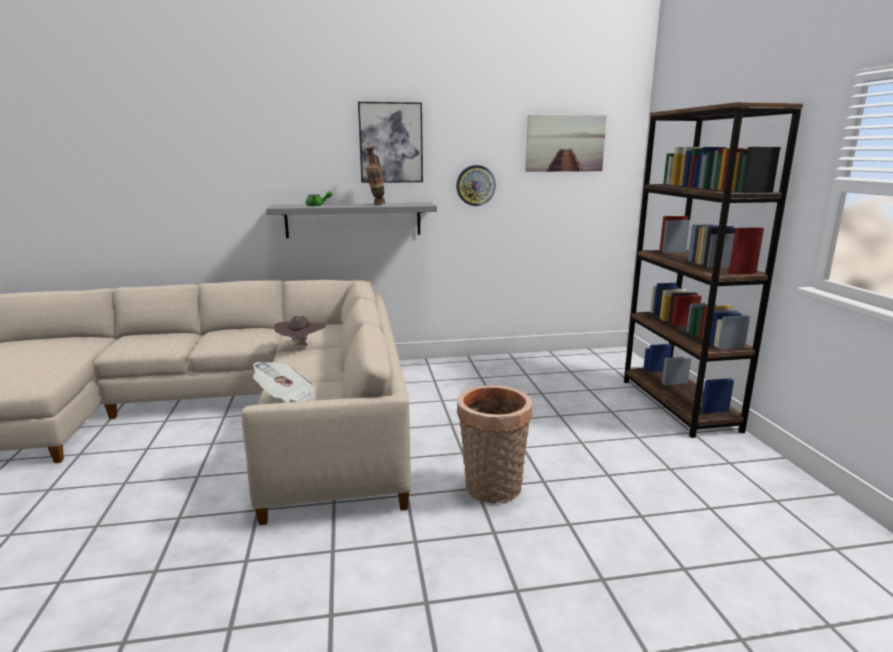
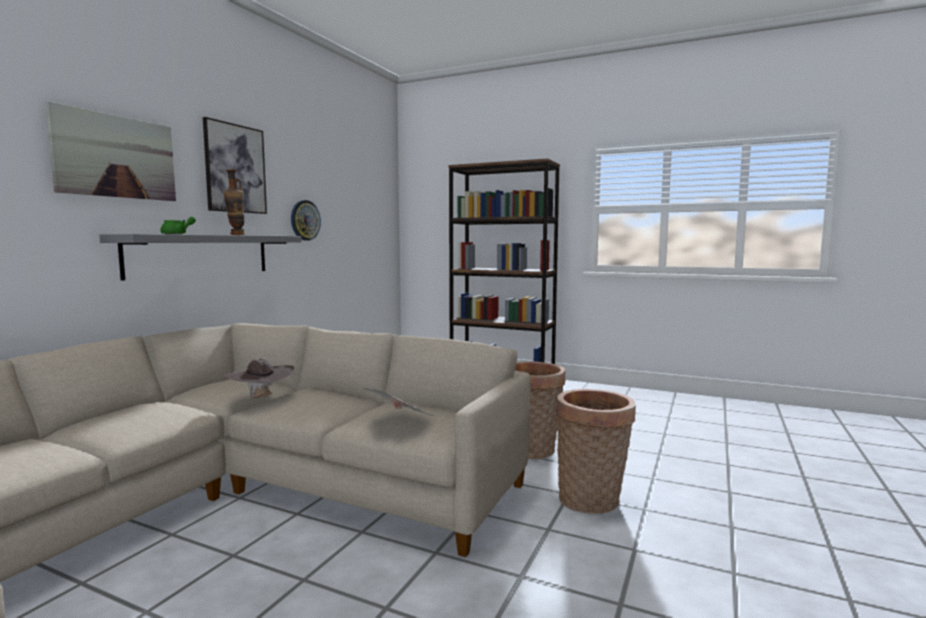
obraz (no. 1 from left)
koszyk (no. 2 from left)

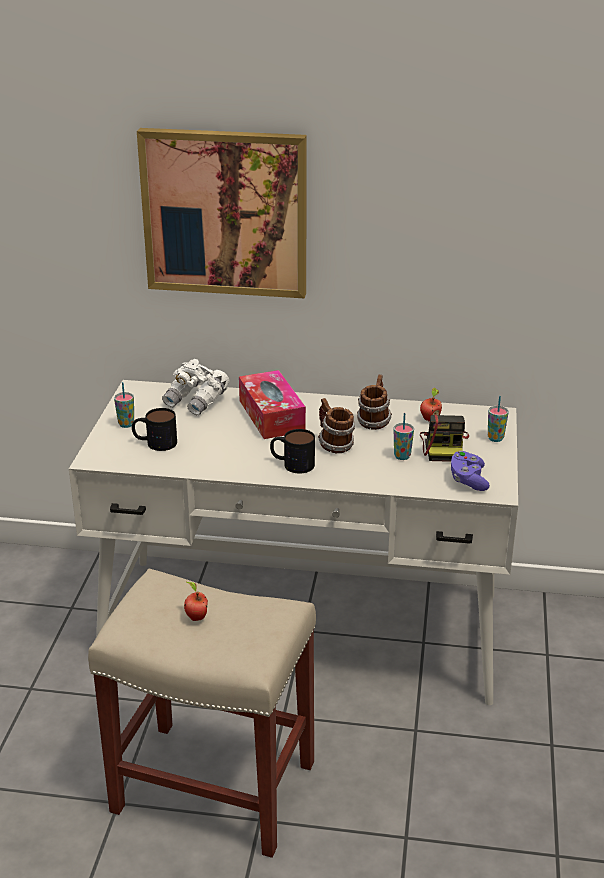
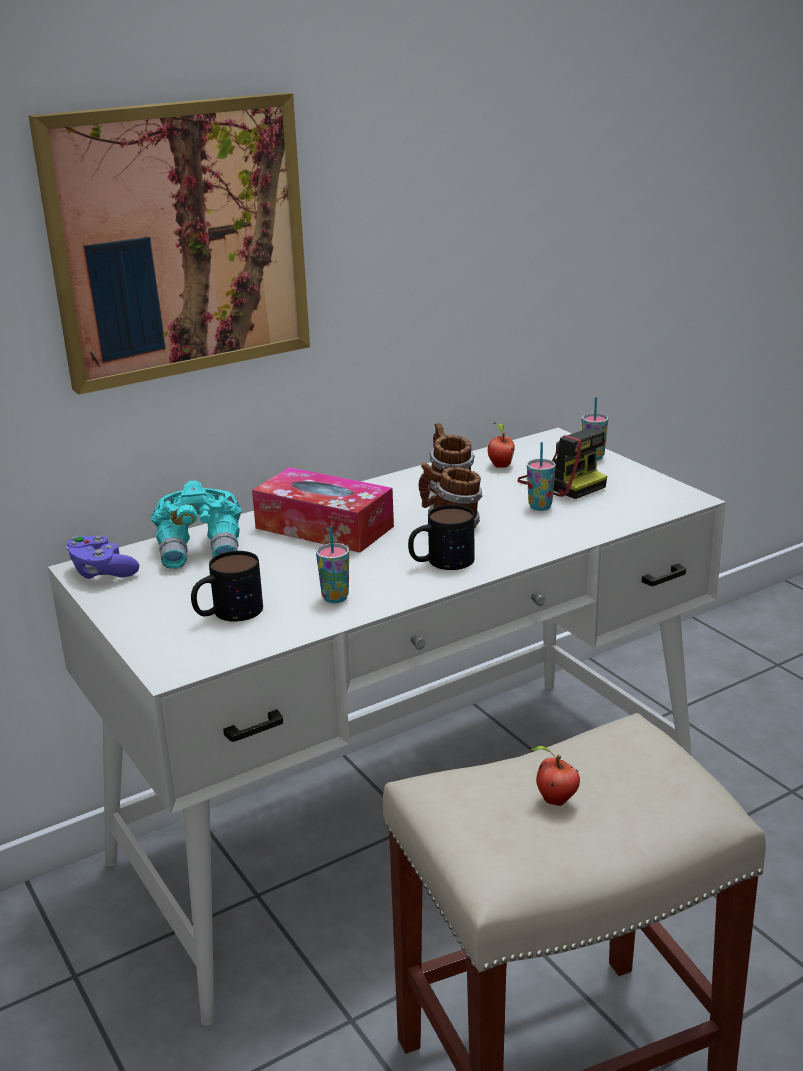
pad do gier/fioletowy
lornetka/turkusowy
filiżanka (no. 1 from left)

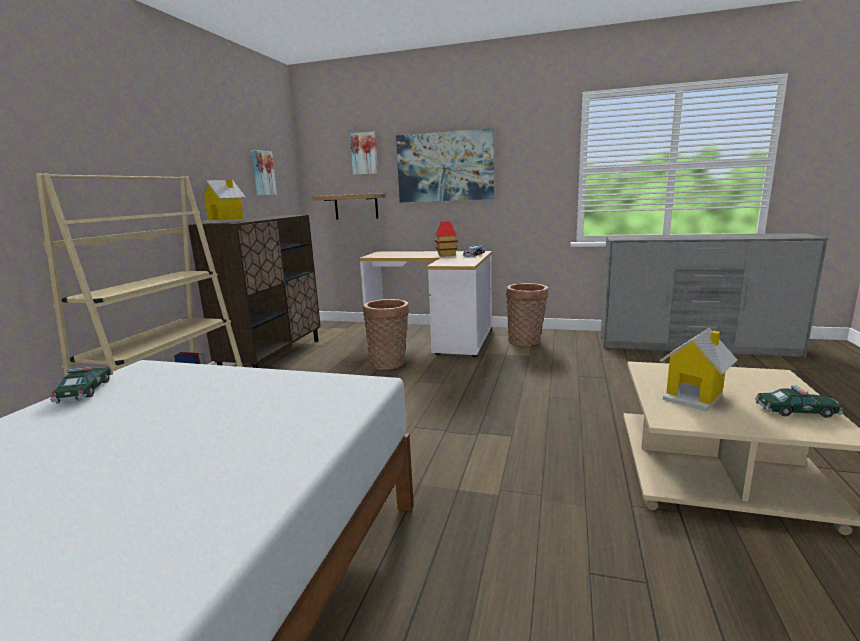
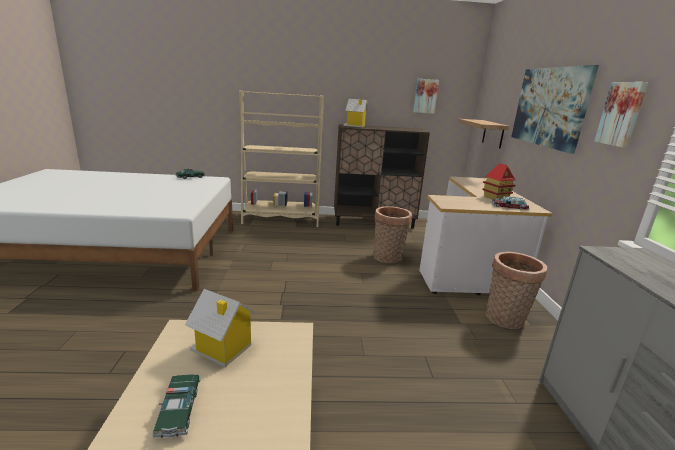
obraz (no. 3 from left)

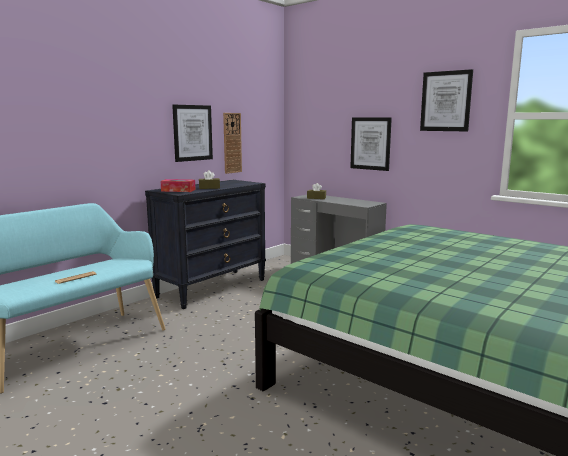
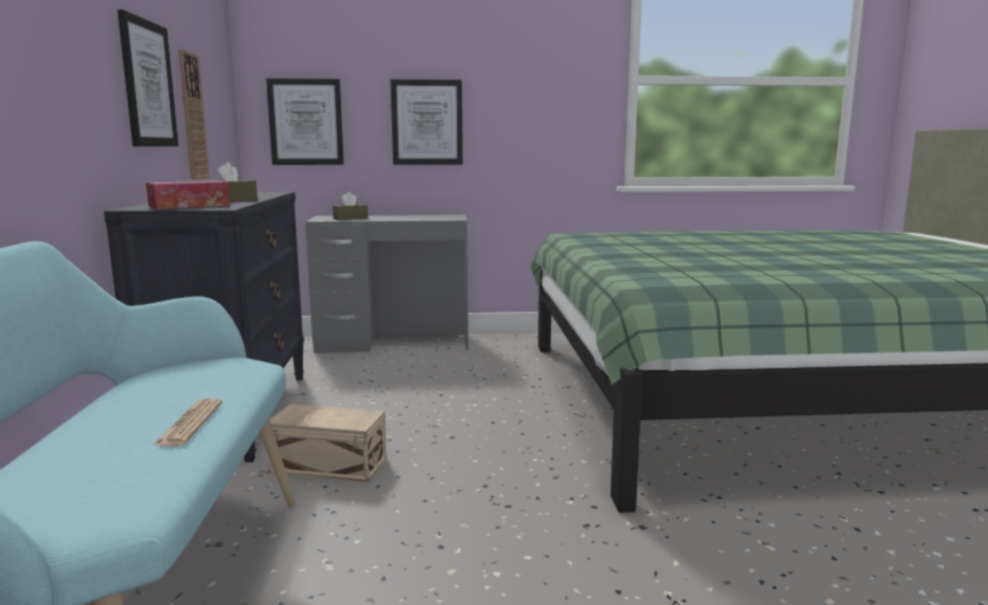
obraz (no. 2 from left)
pojemnik do przechowywania/beżowy

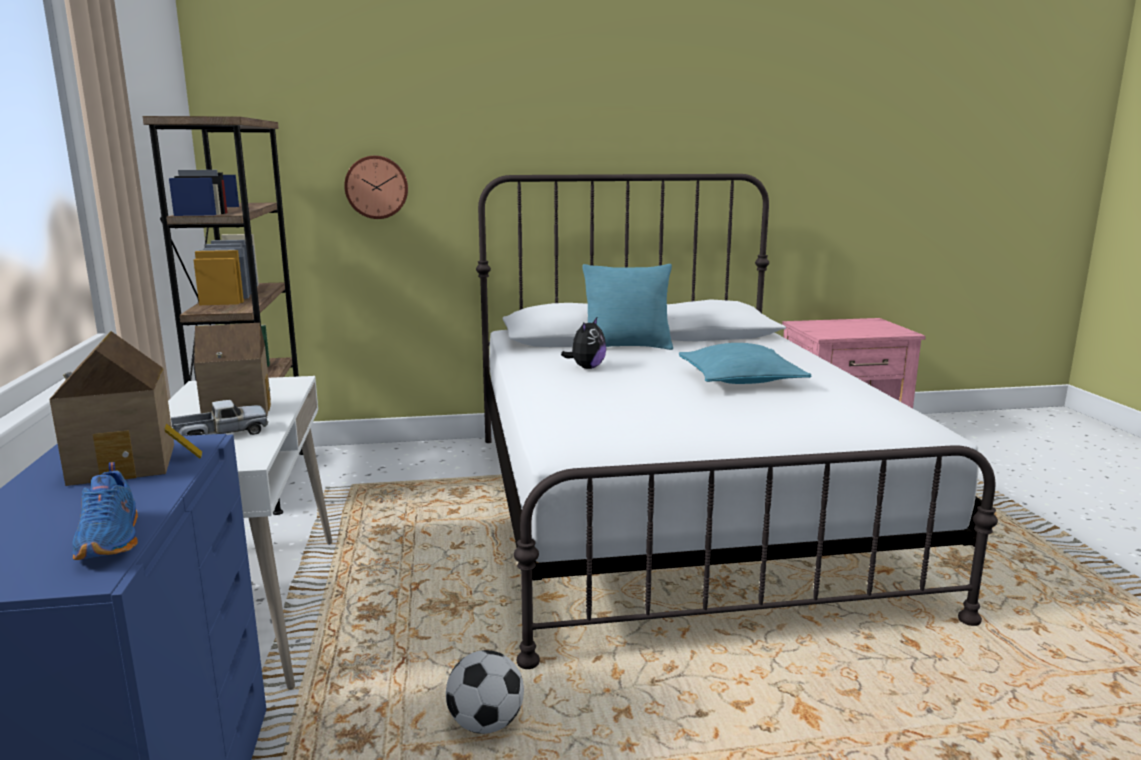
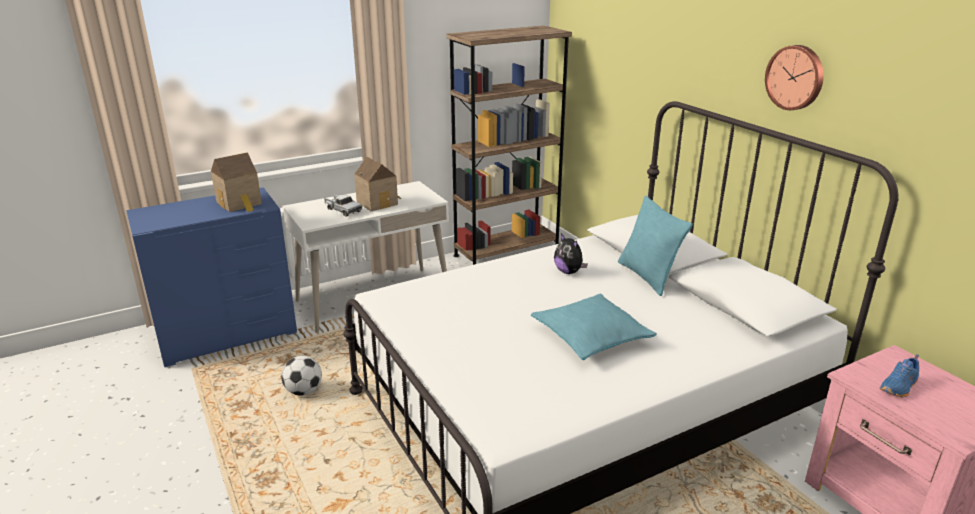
pluszak
zegar ścienny
but/niebieski

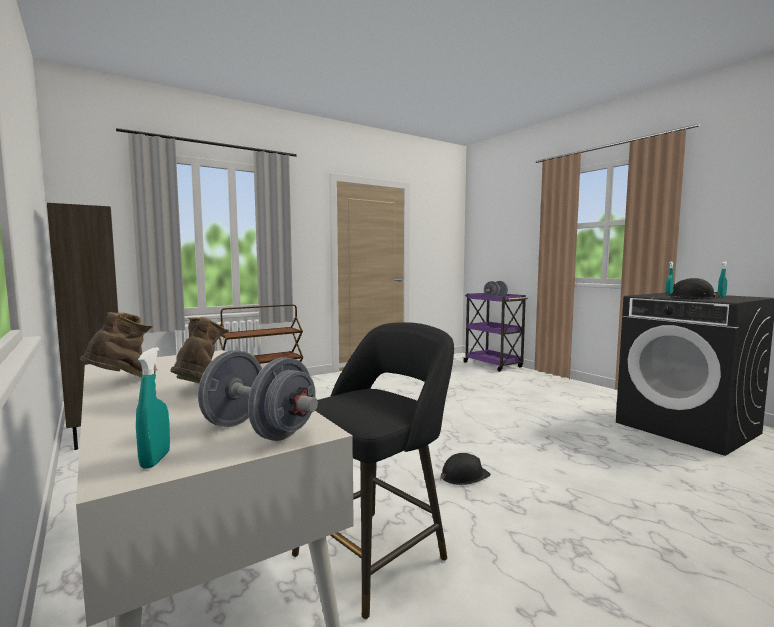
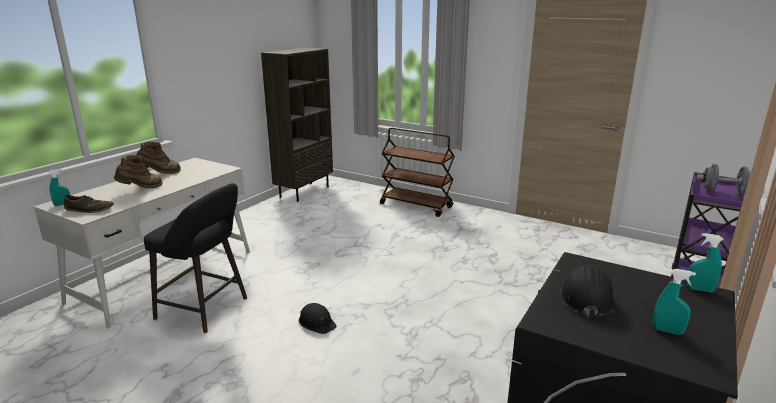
but/brązowy

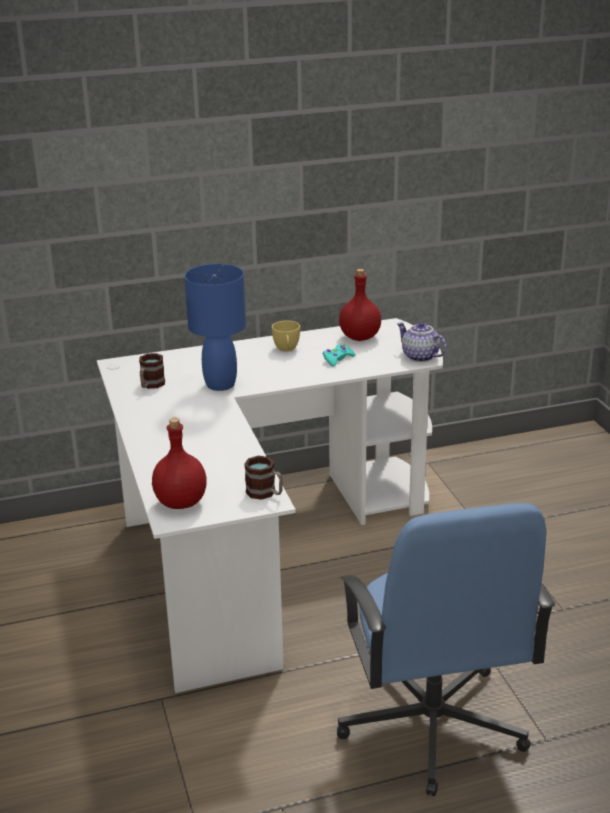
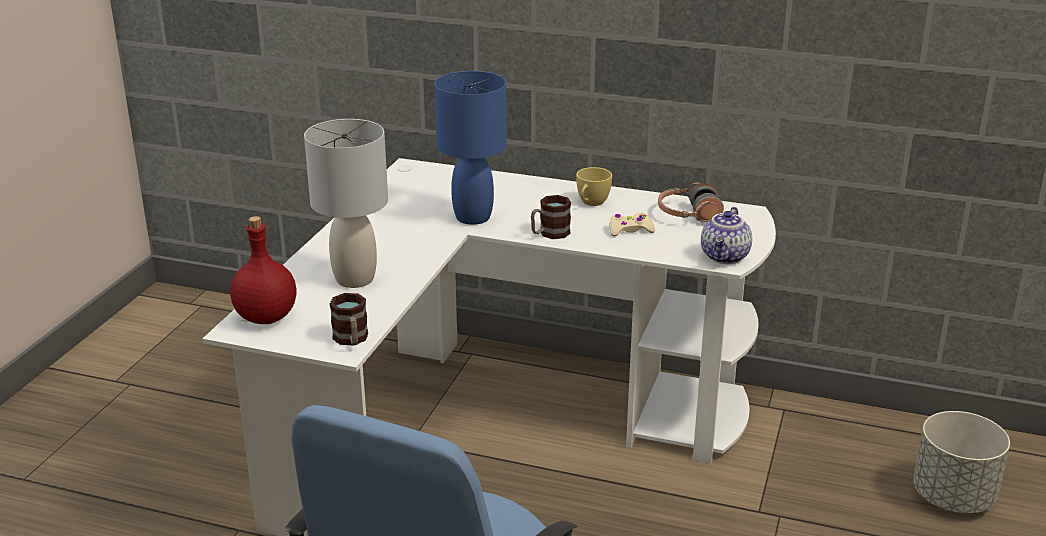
lampa stołowa/szary
kubek (no. 2 from left)
pad do gier/beżowy
słuchawki
imbryk
donica/szary

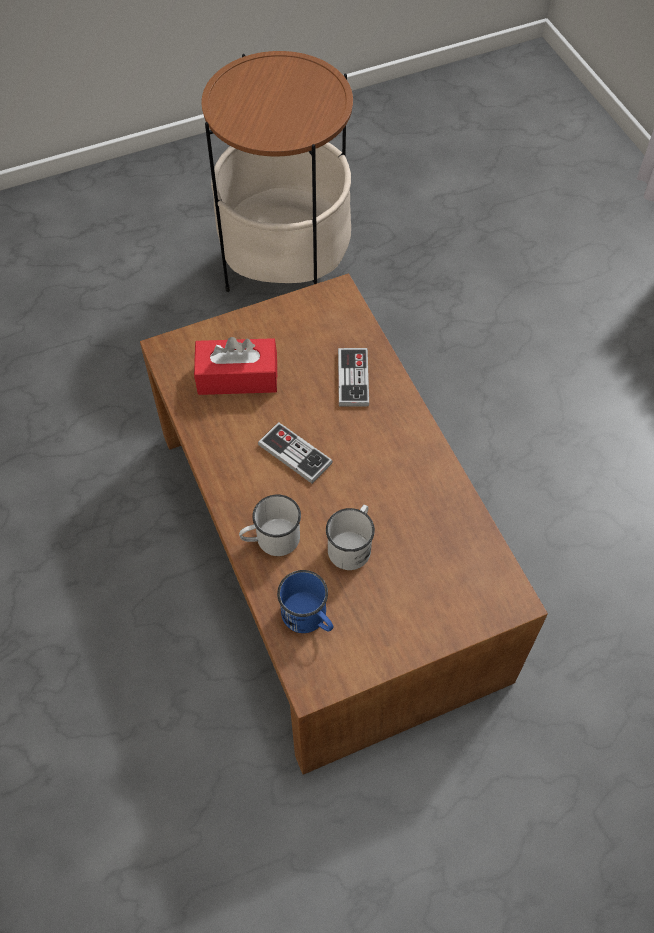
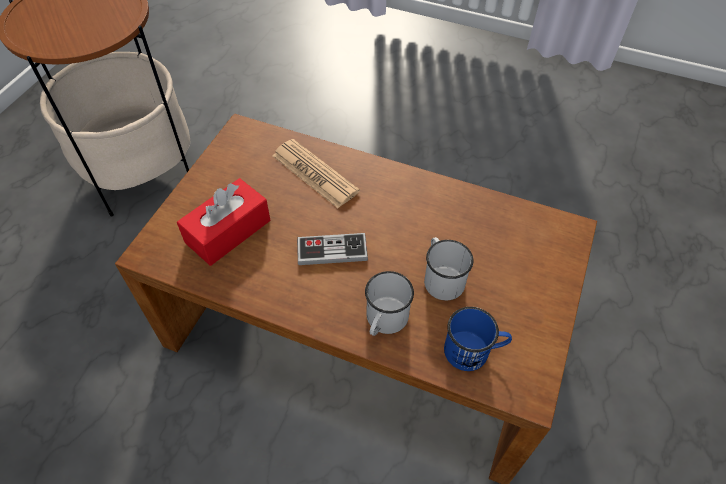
gazeta

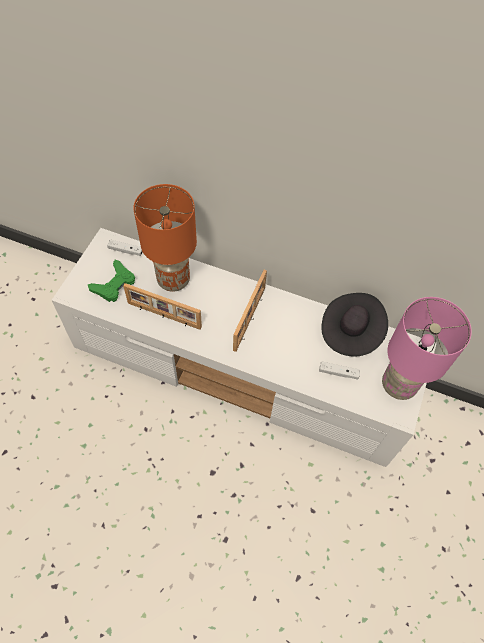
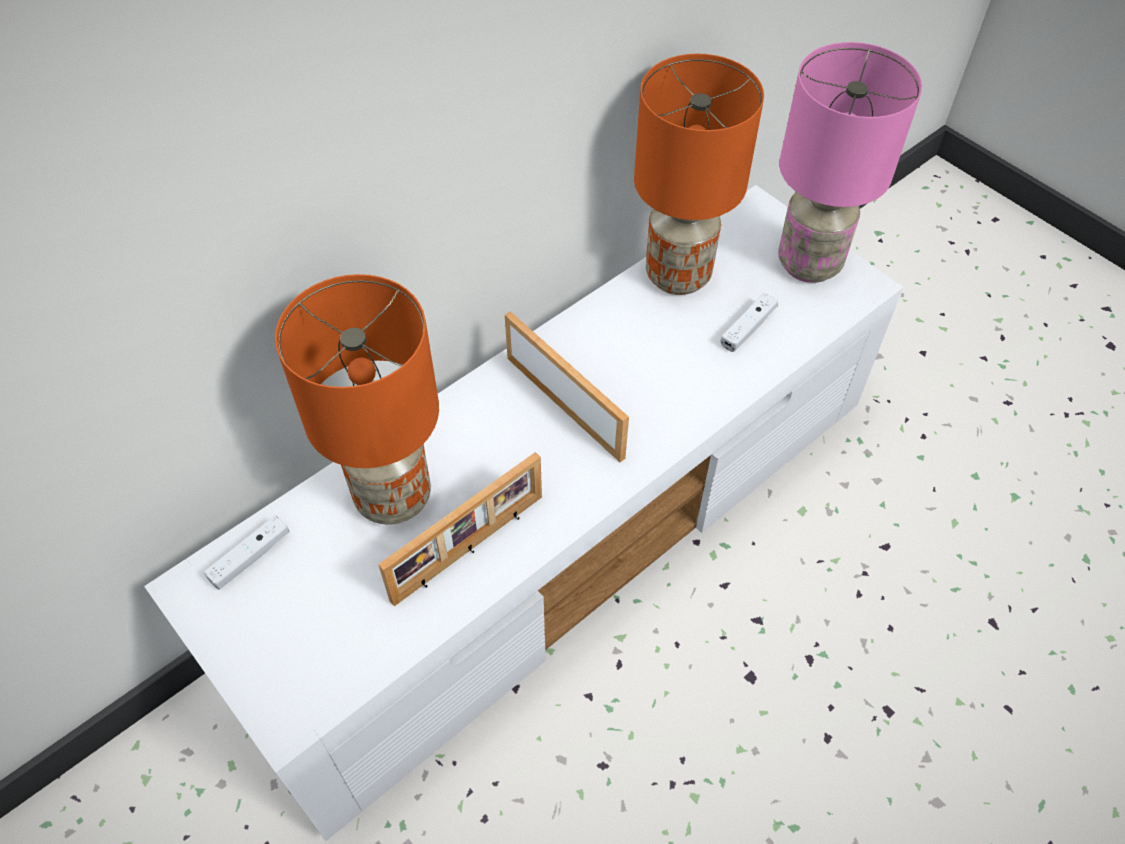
lampa stołowa/pomarańczowy (no. 2 from left)
pad do gier/zielony

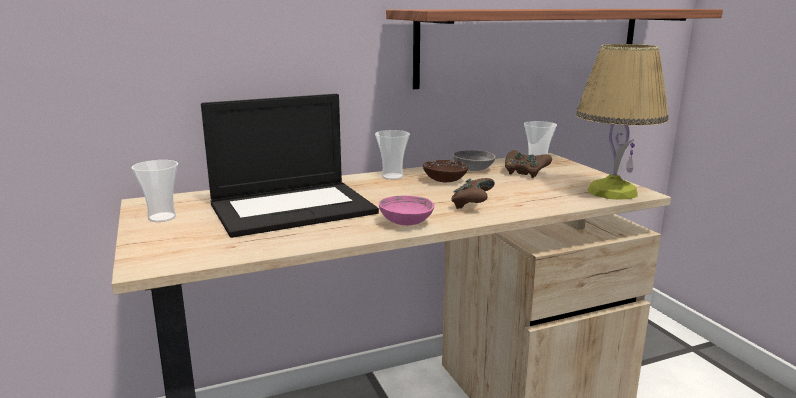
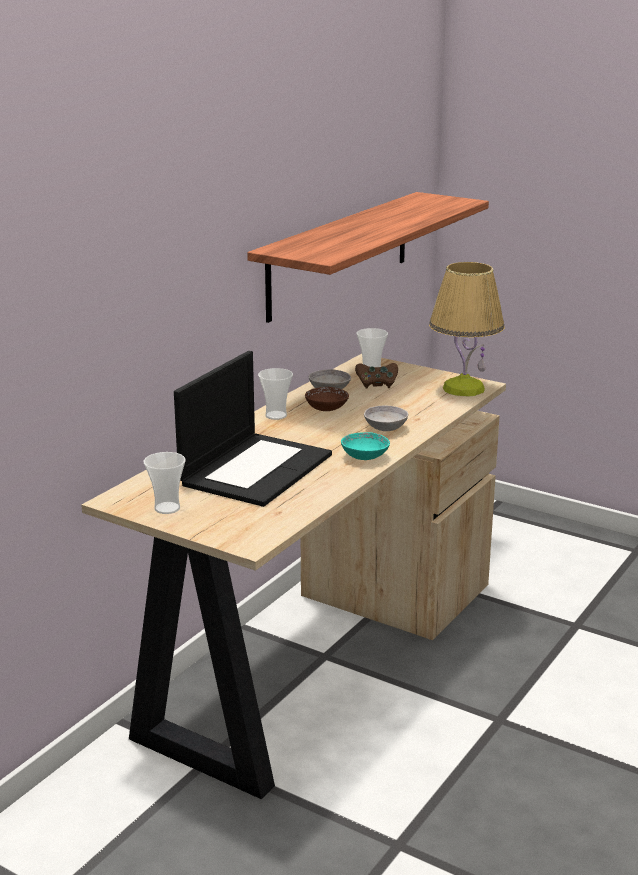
miska/turkusowy
miska/szary (no. 2 from left)

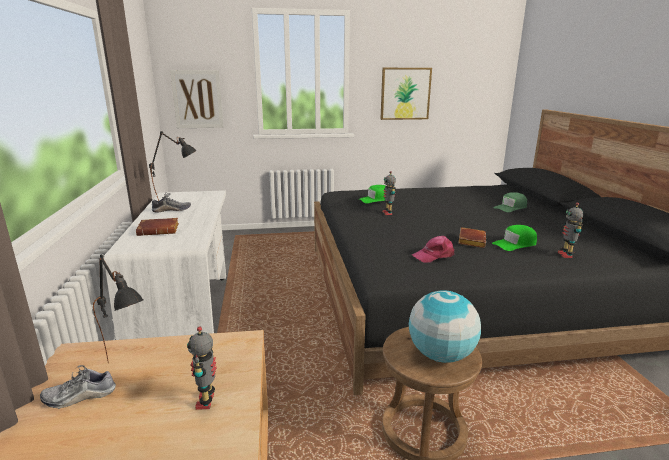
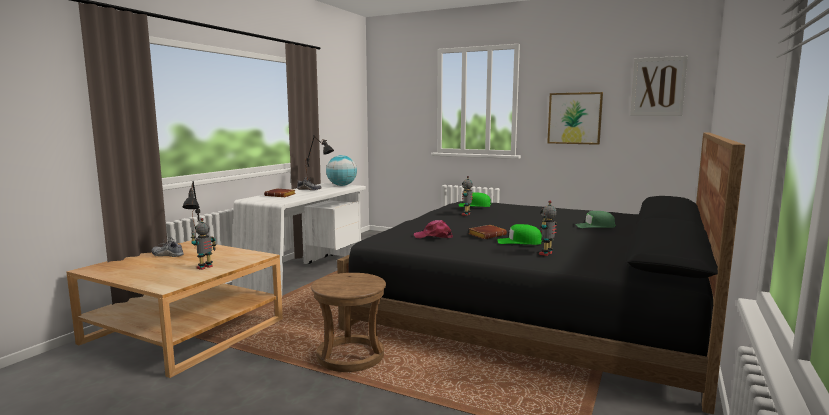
globus
obraz (no. 2 from left)

